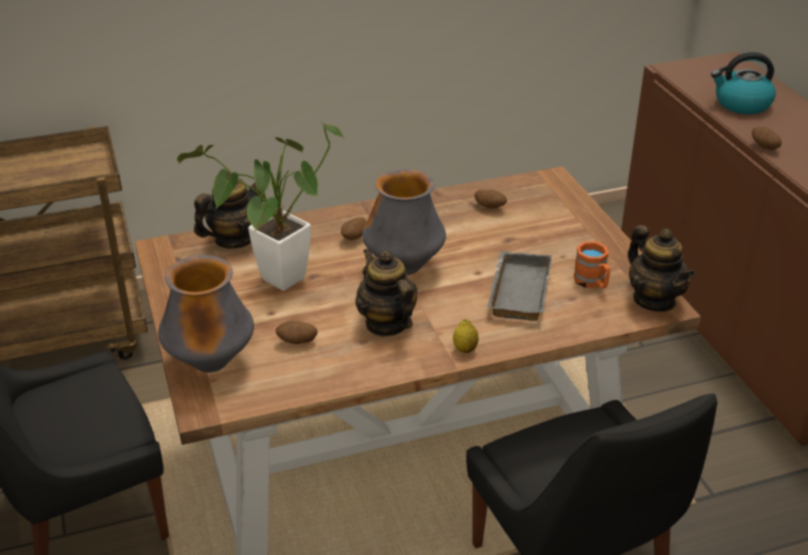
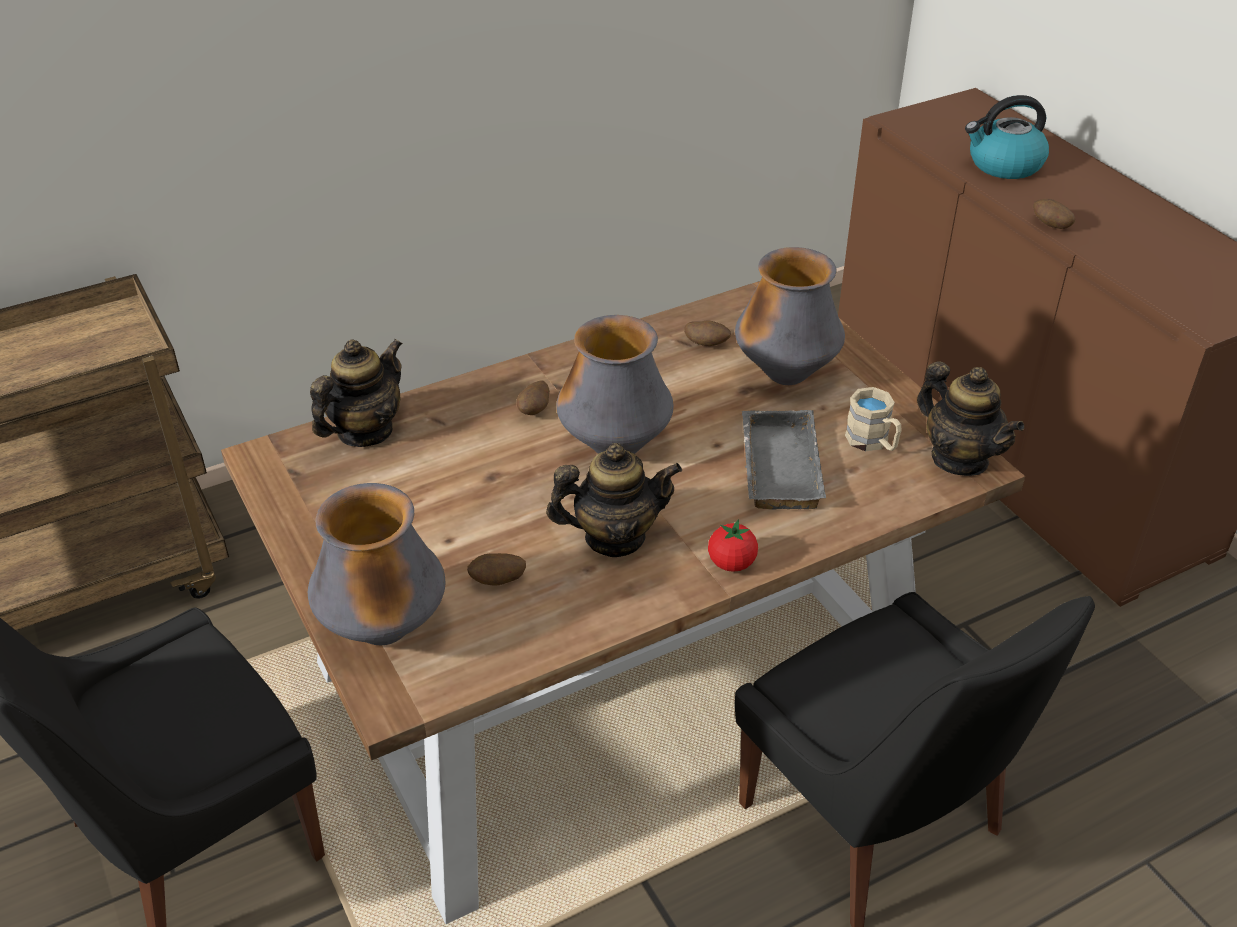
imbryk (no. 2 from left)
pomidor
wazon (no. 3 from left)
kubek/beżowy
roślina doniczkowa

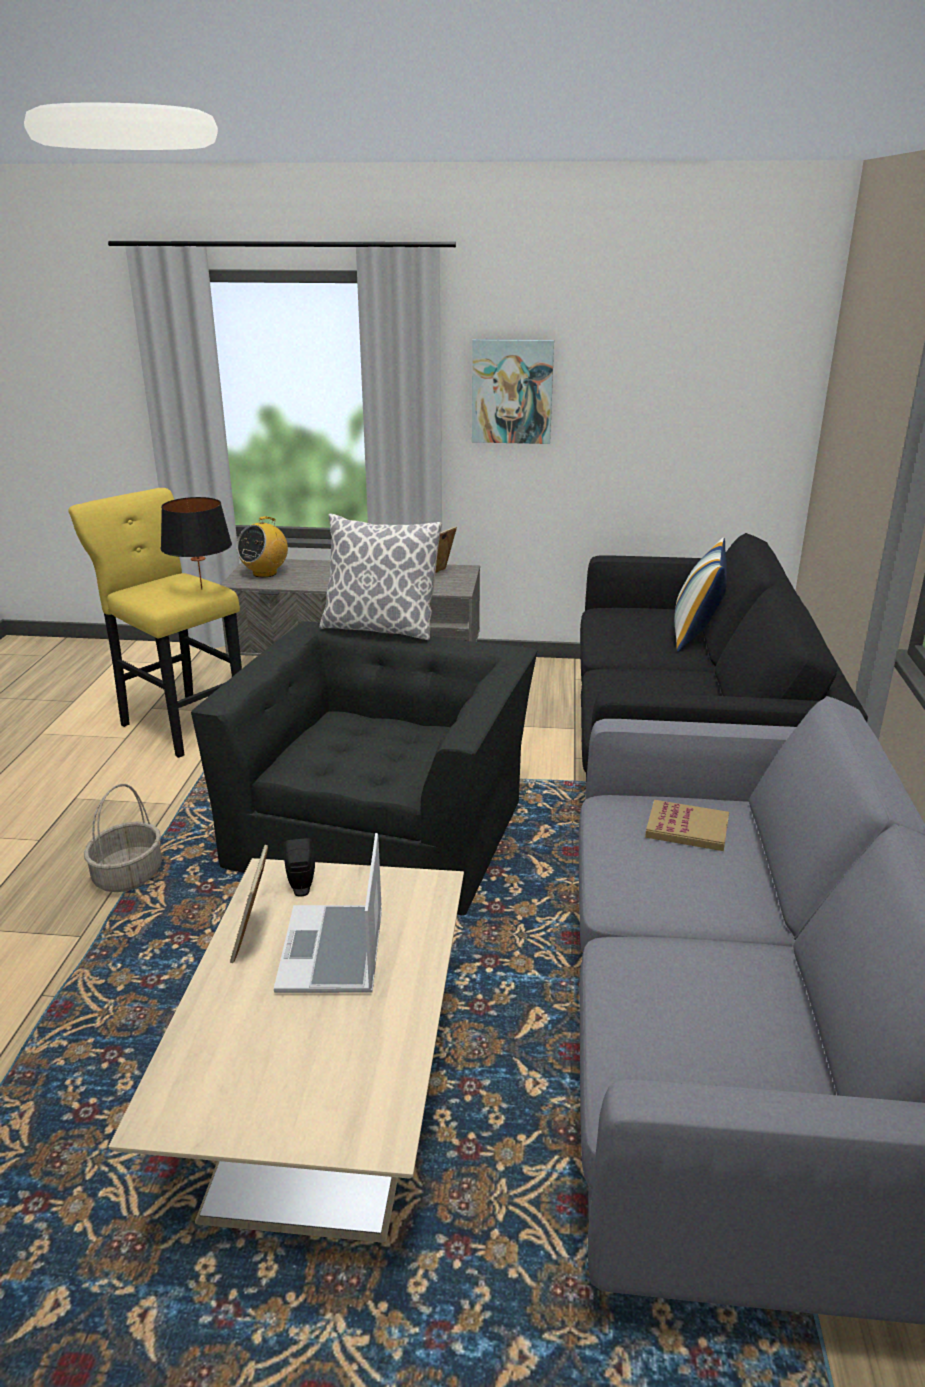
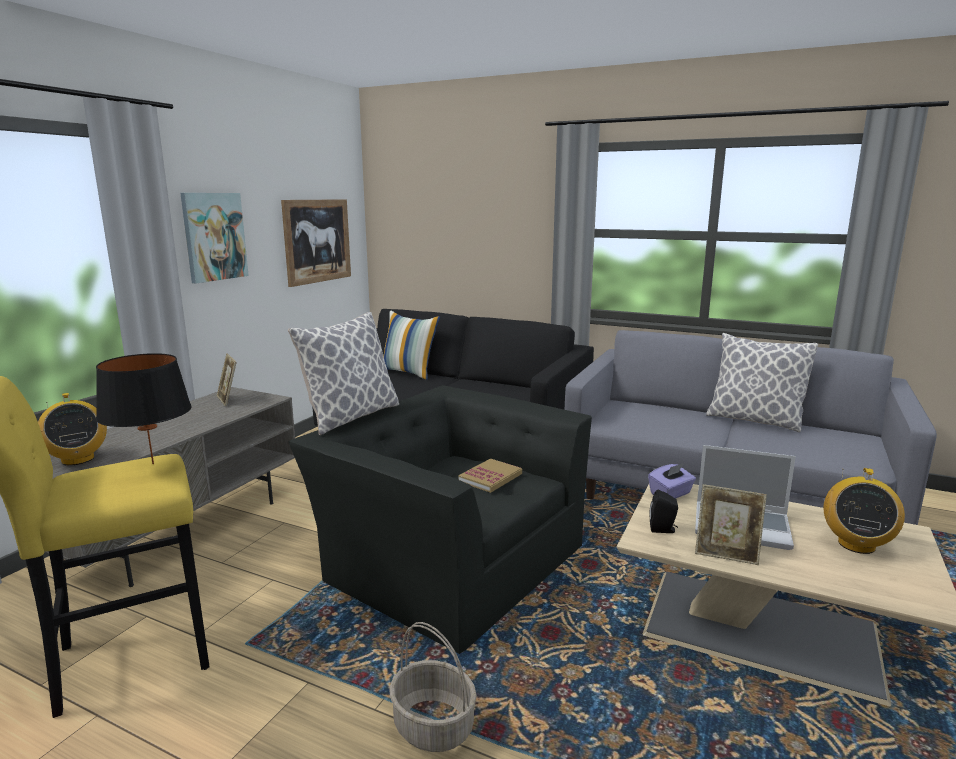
obraz (no. 2 from left)
książka
pudełko chusteczek/fioletowy
poduszka (no. 3 from left)
radio (no. 2 from left)

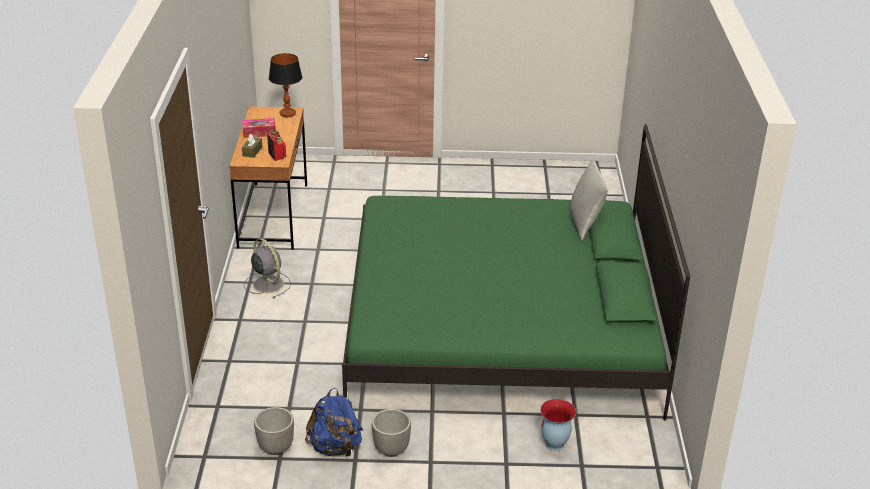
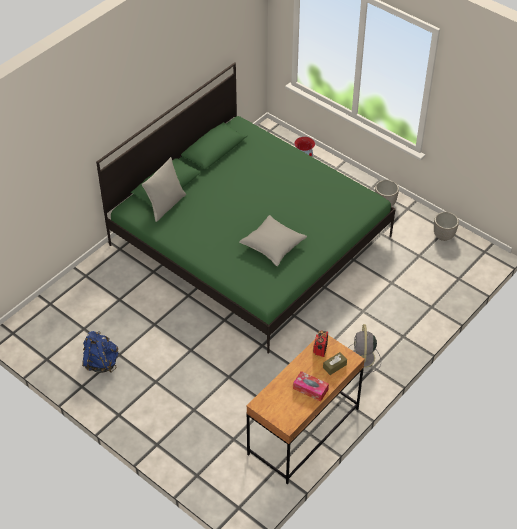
plecak/niebieski
poduszka/szary (no. 2 from left)
lampa stołowa

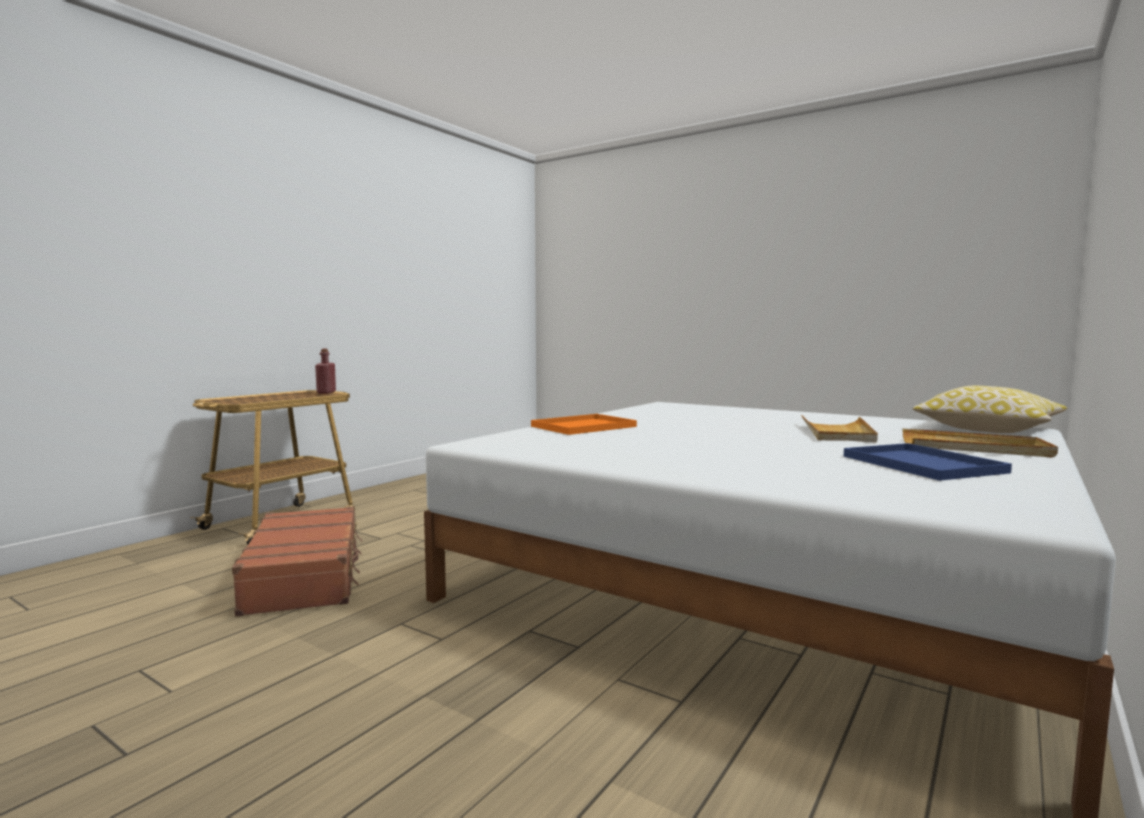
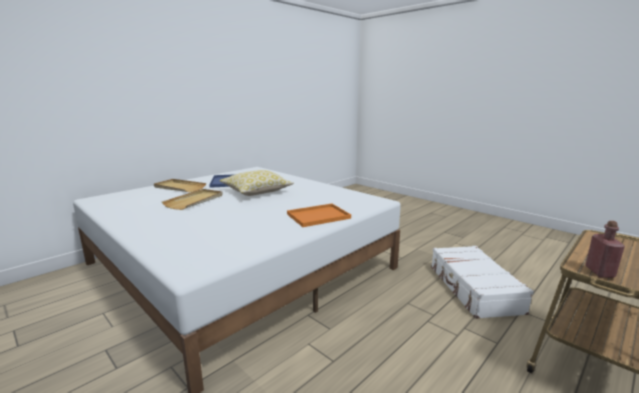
poduszka
walizka/biały

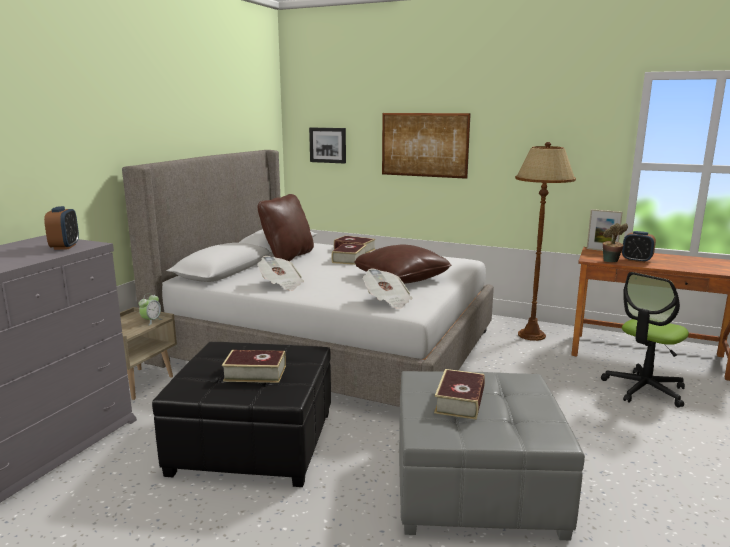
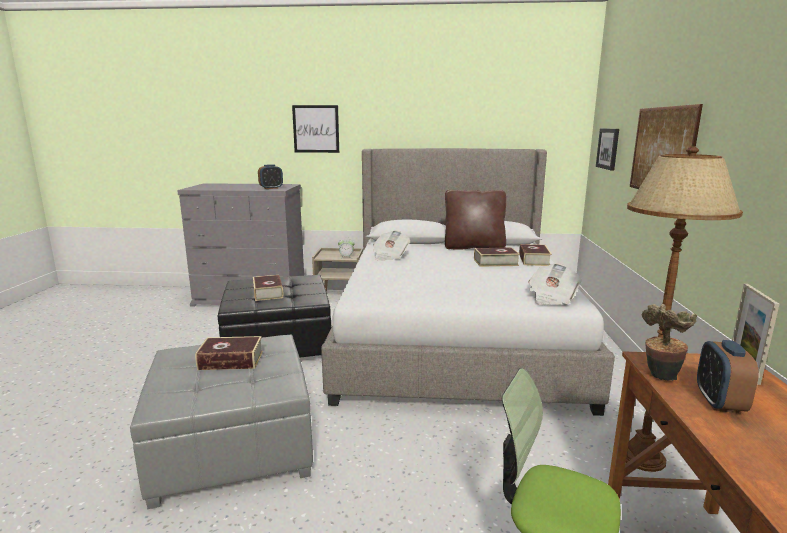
obraz (no. 1 from left)
gazeta (no. 2 from left)
poduszka/brązowy (no. 2 from left in the first image)

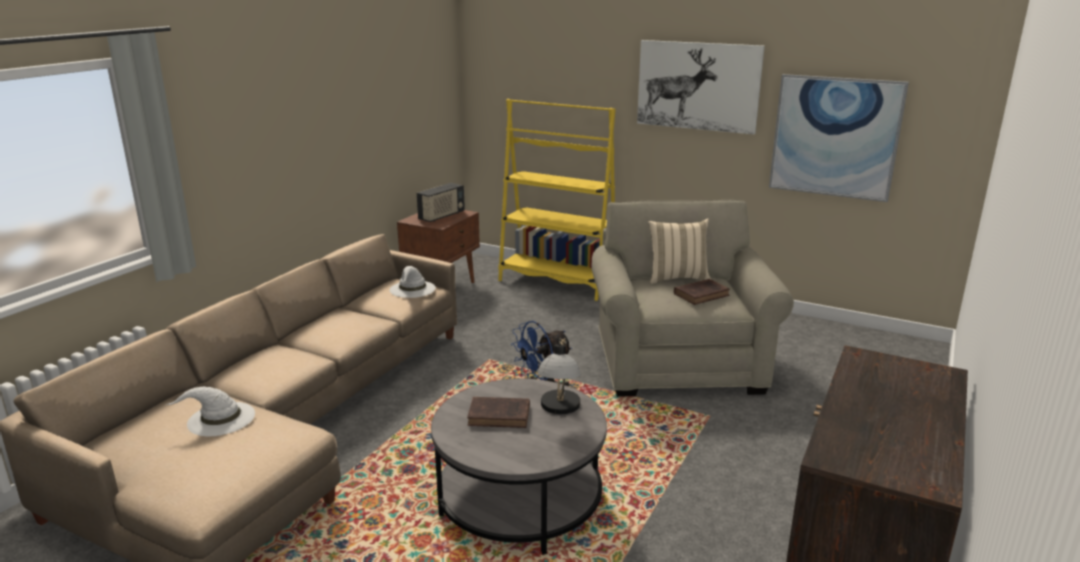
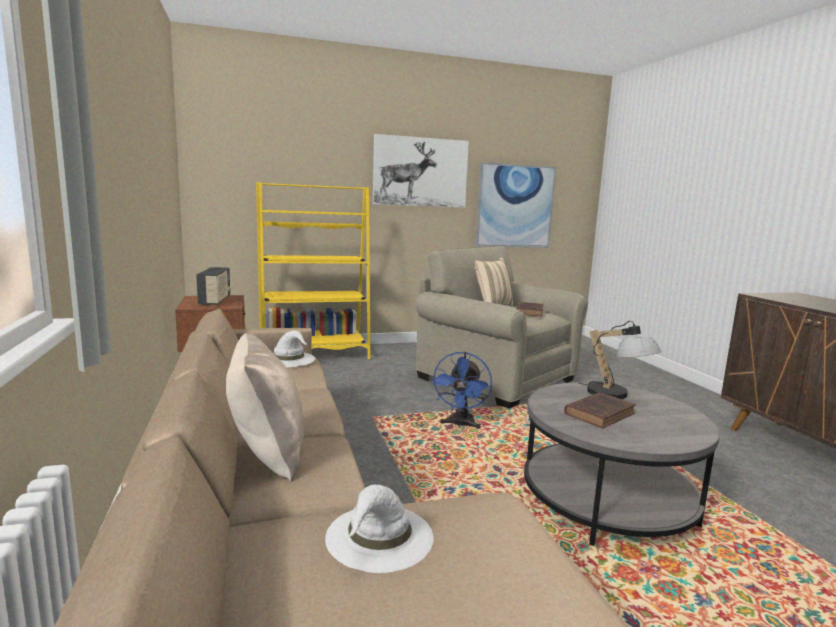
poduszka/beżowy (no. 1 from left)

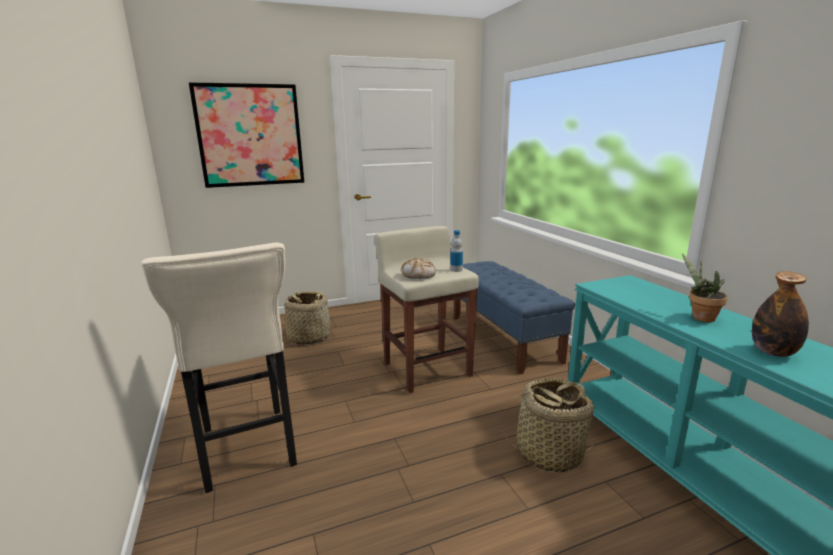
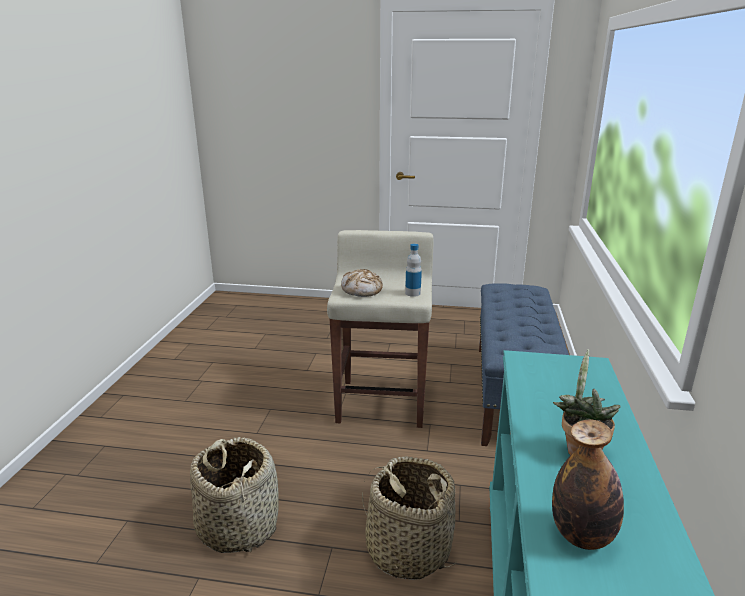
koszyk (no. 1 from left)
stołek/beżowy (no. 1 from left in the first image)
obraz

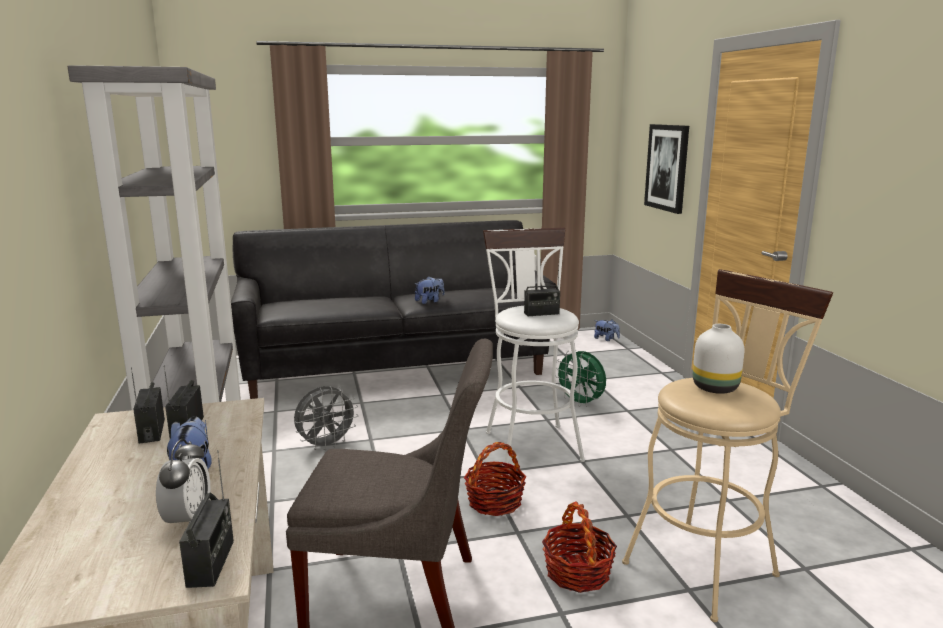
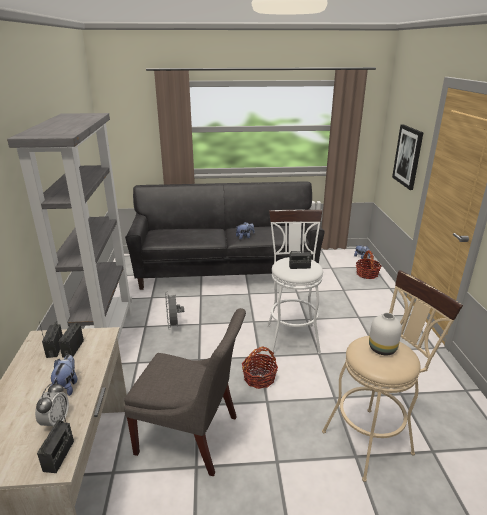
wentylator/szary
koszyk (no. 2 from left)
wentylator/zielony

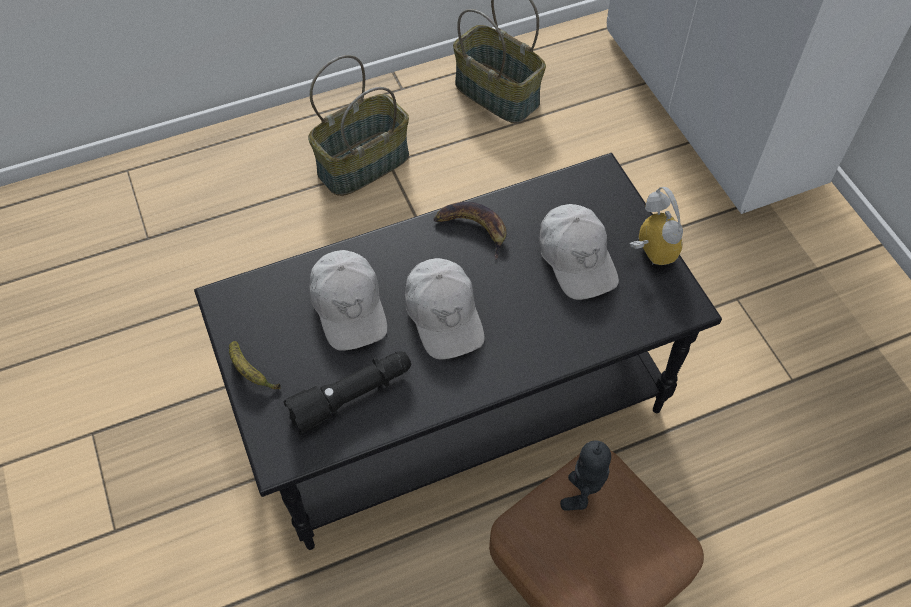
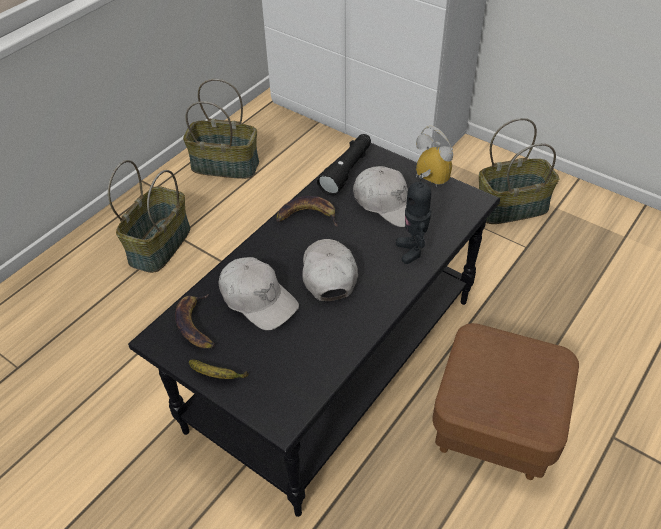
banan (no. 1 from left)
czapka z daszkiem/biały (no. 2 from left)
latarka/czarny
robot zabawkowy
koszyk (no. 3 from left)

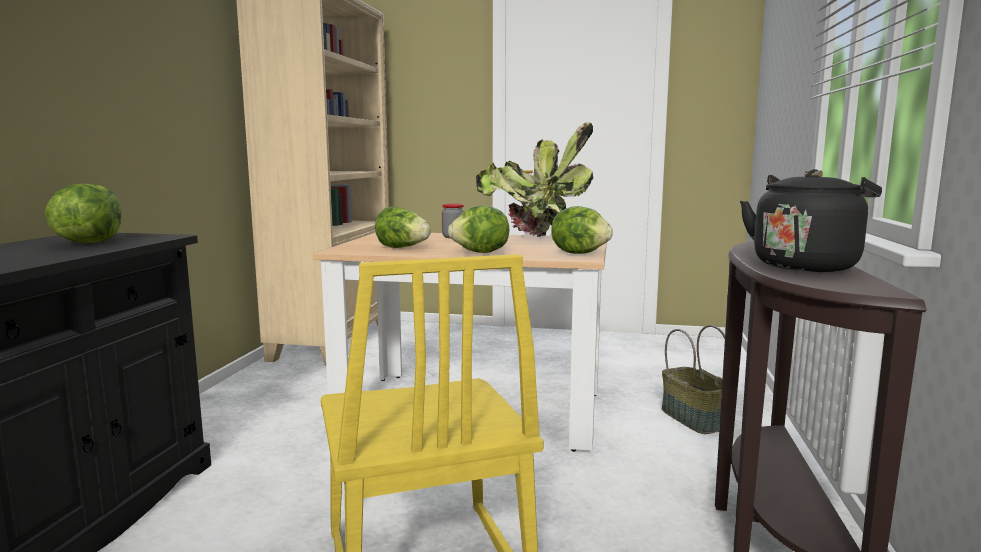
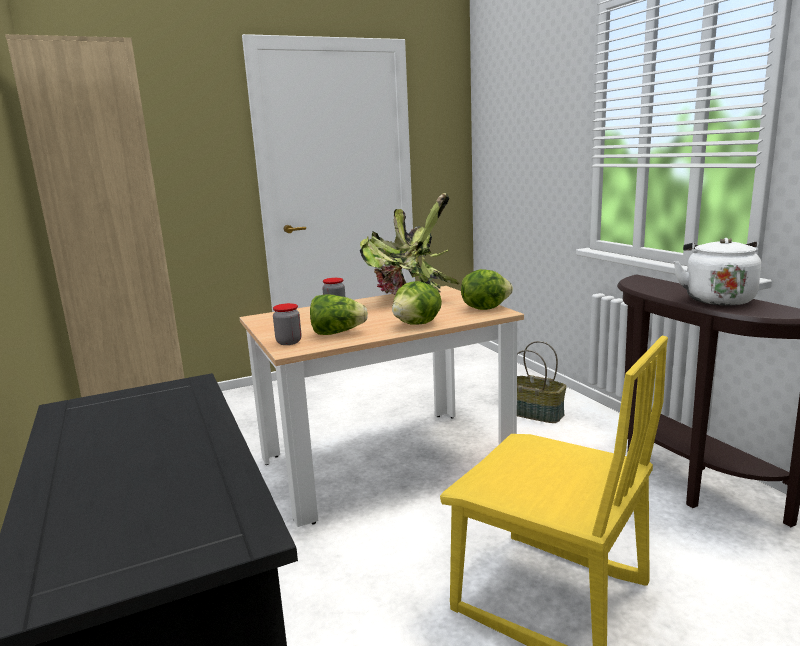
słoik (no. 1 from left)
czajnik/biały
sałata (no. 1 from left in the first image)

